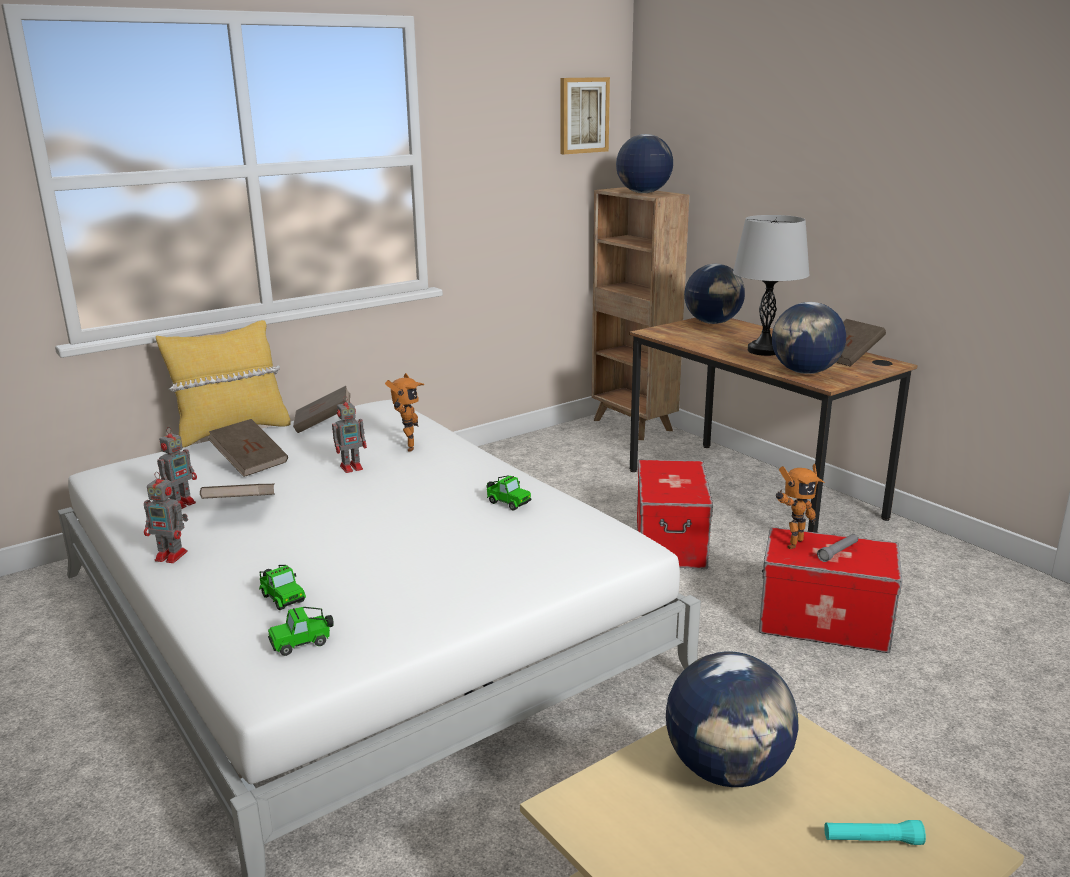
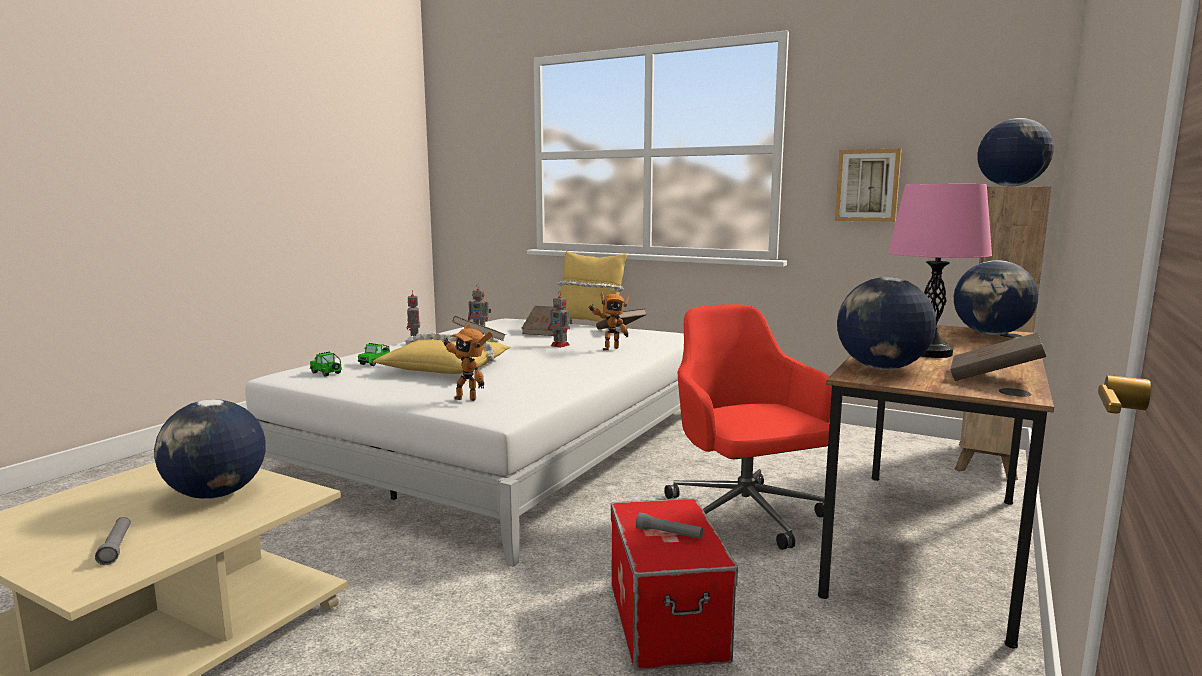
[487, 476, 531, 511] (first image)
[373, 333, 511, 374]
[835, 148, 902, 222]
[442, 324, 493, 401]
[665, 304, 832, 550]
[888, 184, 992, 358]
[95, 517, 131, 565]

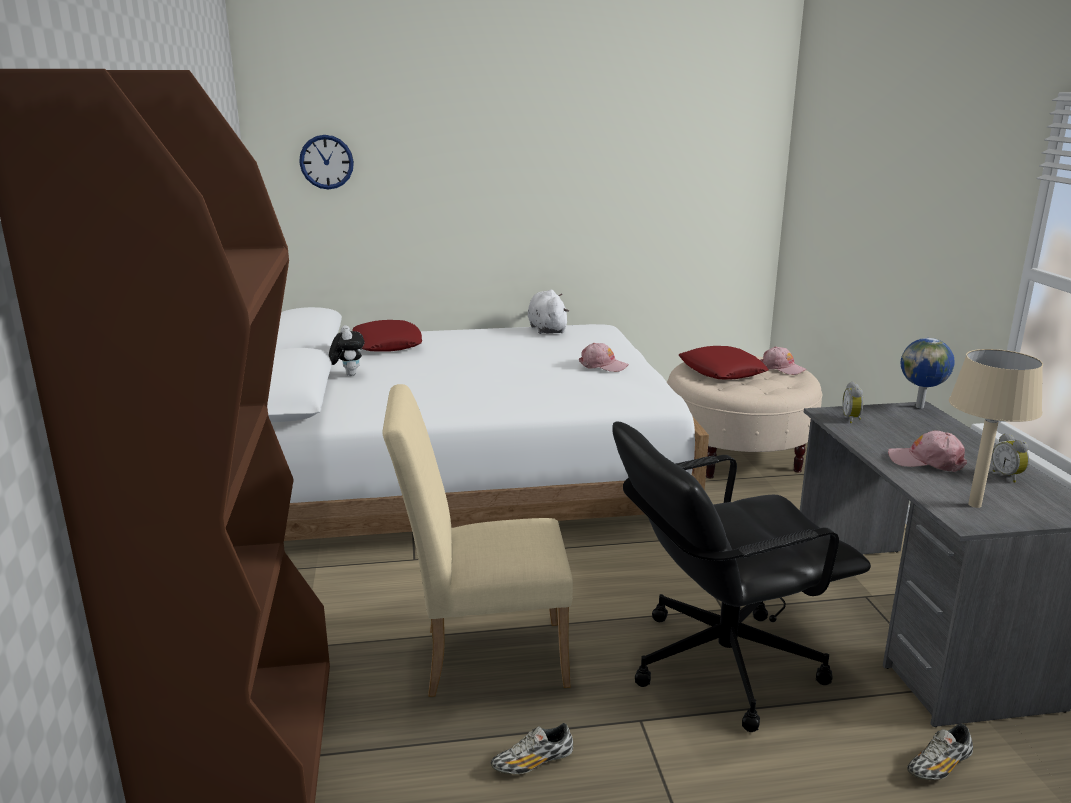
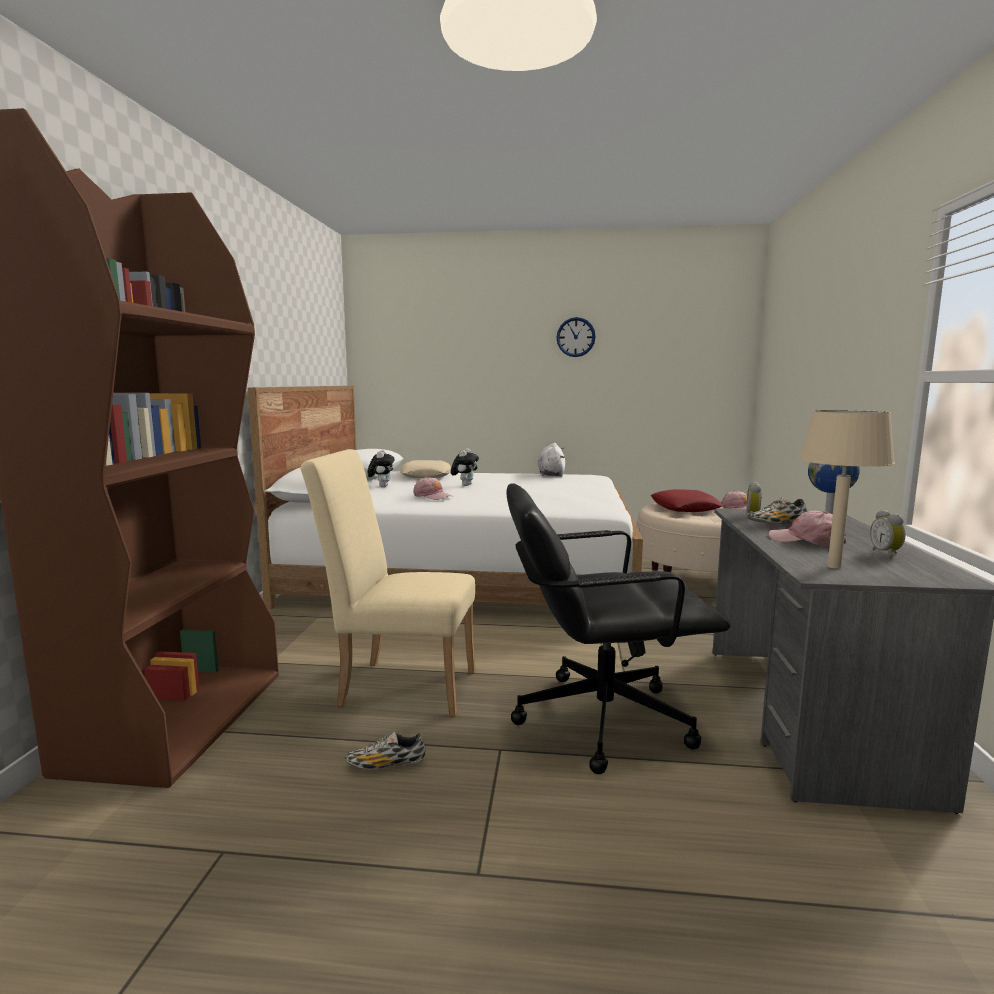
[451, 449, 479, 486]
[556, 317, 595, 357]
[413, 477, 453, 500]
[748, 497, 807, 525]
[401, 460, 451, 478]

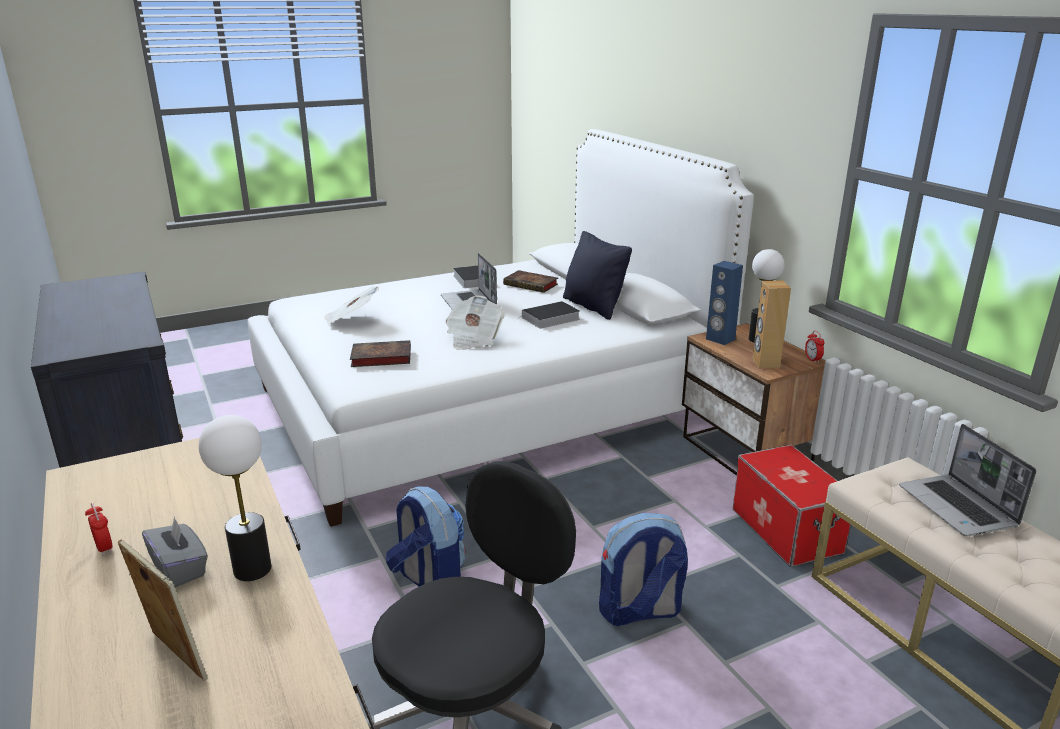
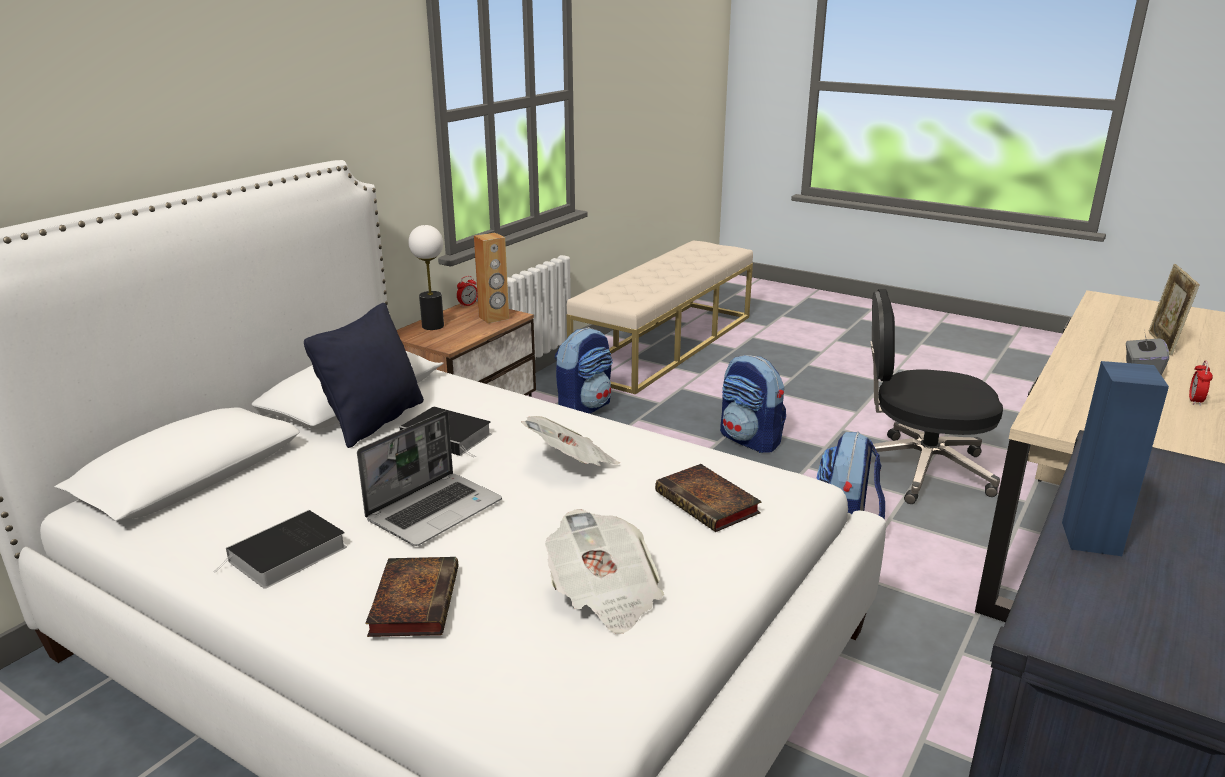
[199, 415, 272, 581] (first image)
[899, 424, 1036, 536] (first image)
[365, 557, 459, 637]
[1062, 361, 1169, 556]
[555, 327, 613, 414]

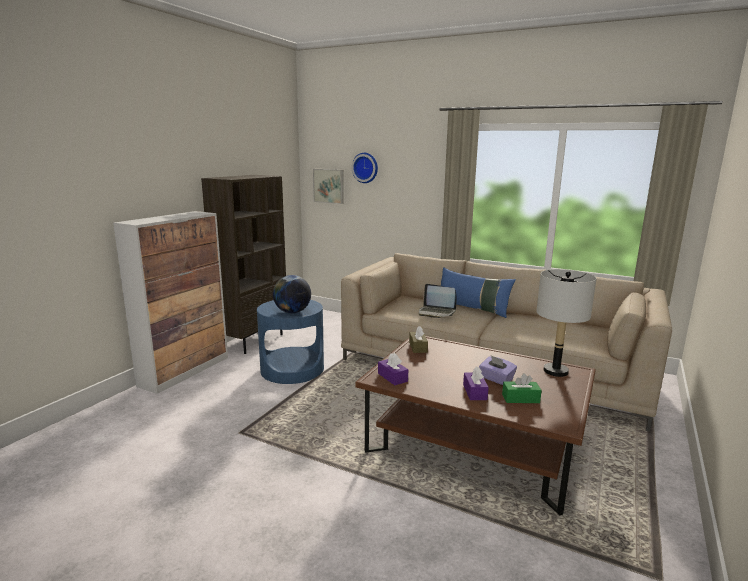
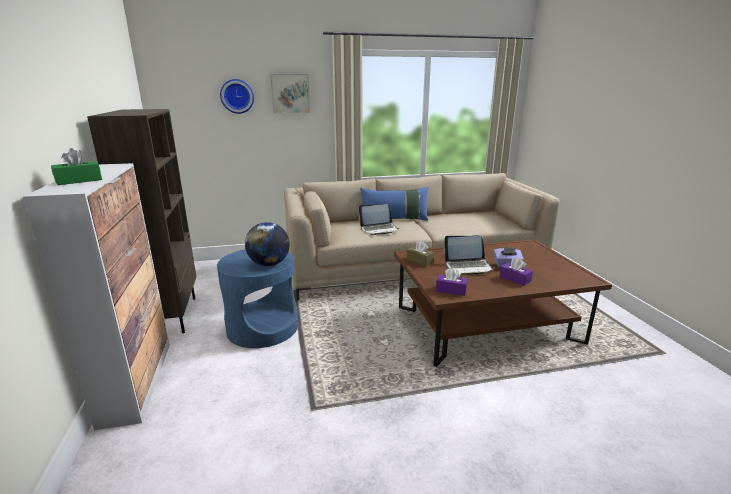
[536, 269, 597, 377] (first image)
[444, 236, 494, 275]
[270, 74, 310, 114]
[51, 148, 102, 185]

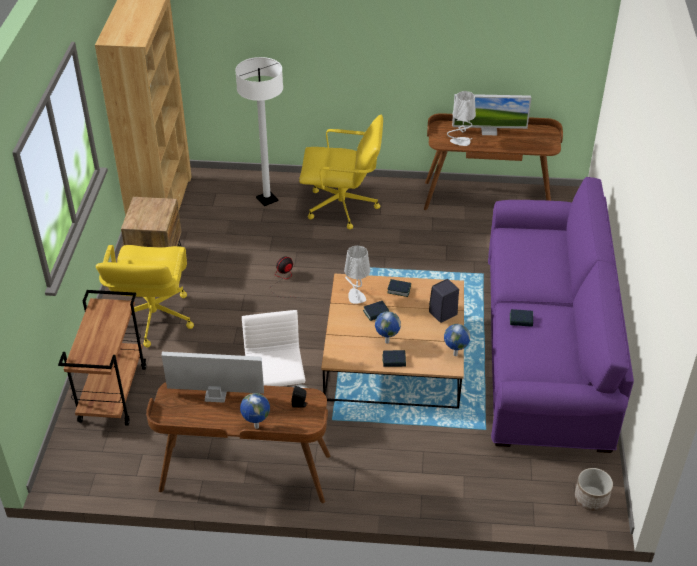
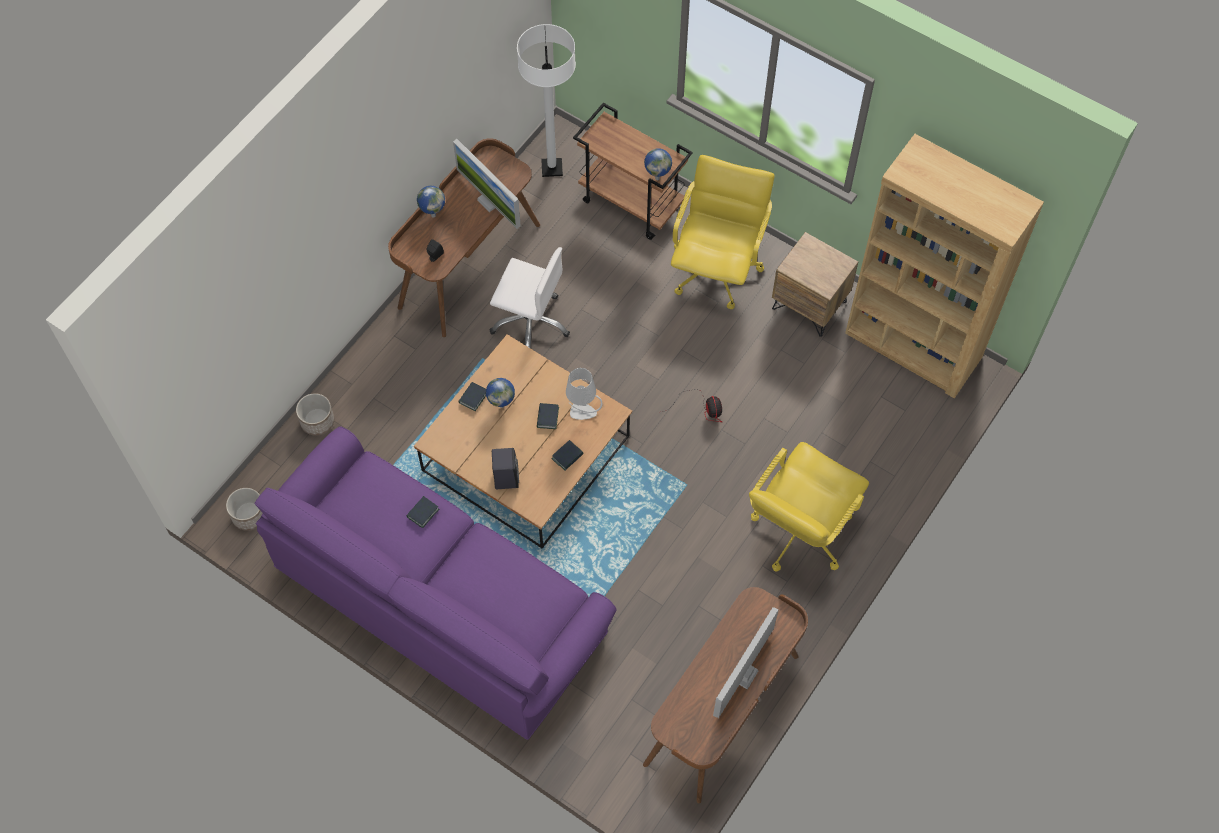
[447, 91, 476, 146] (first image)
[296, 393, 334, 435]
[517, 24, 576, 177]
[644, 148, 672, 180]
[671, 155, 774, 309]
[453, 139, 521, 229]

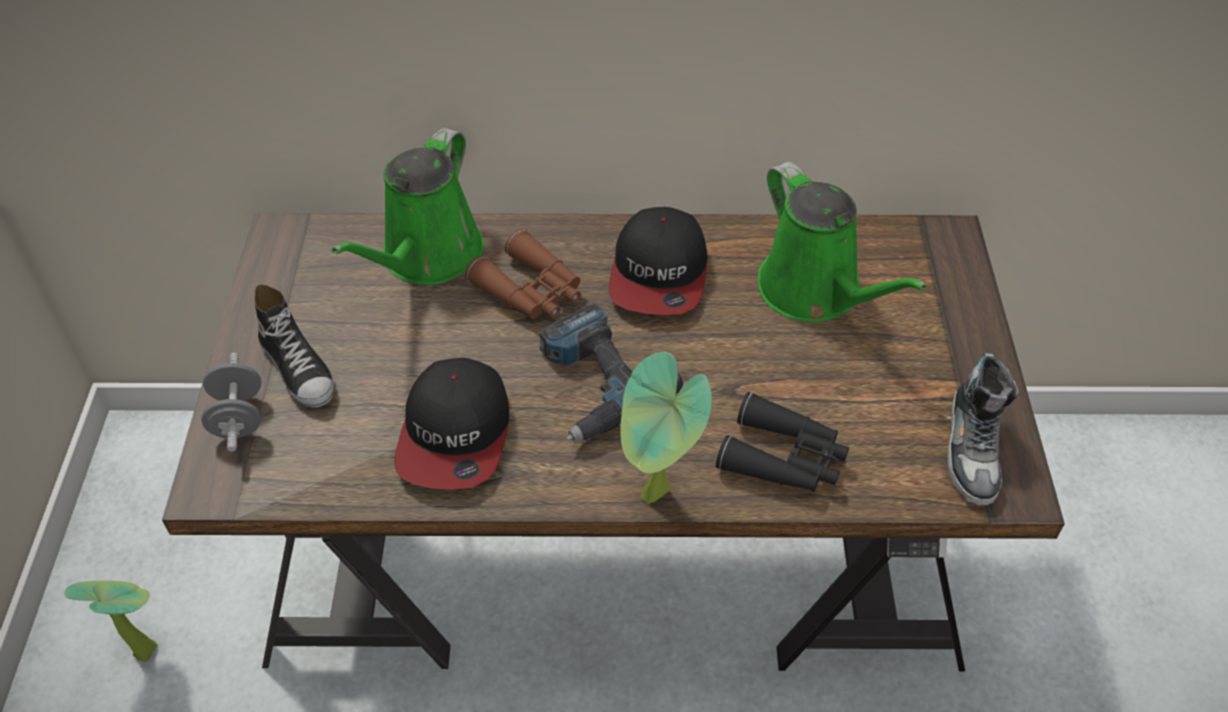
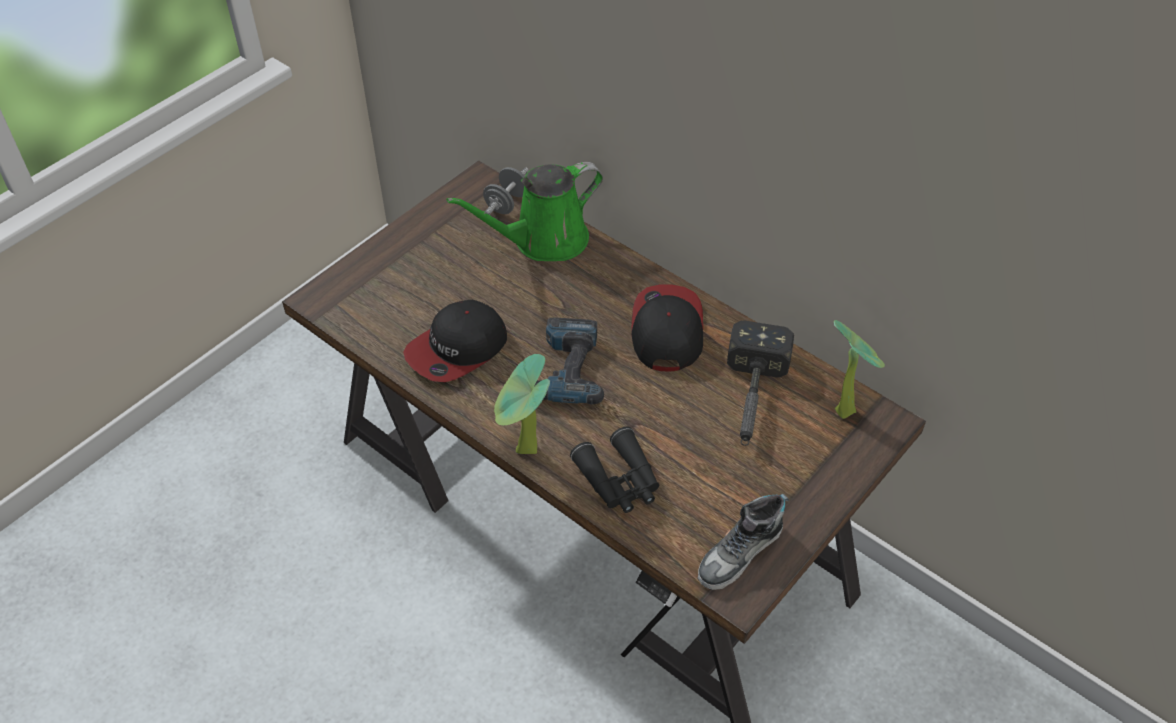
[255, 284, 334, 408] (first image)
[465, 229, 581, 319] (first image)
[834, 320, 885, 419]
[483, 167, 529, 215]
[727, 320, 794, 446]
[631, 285, 703, 371]

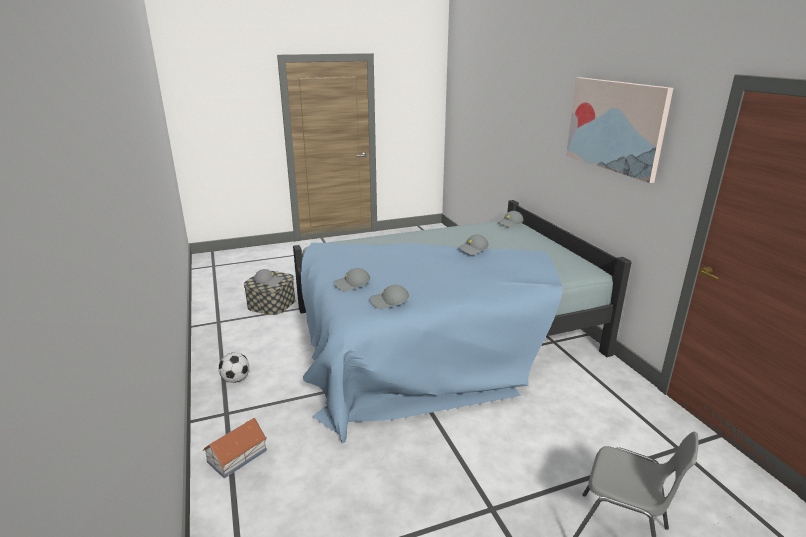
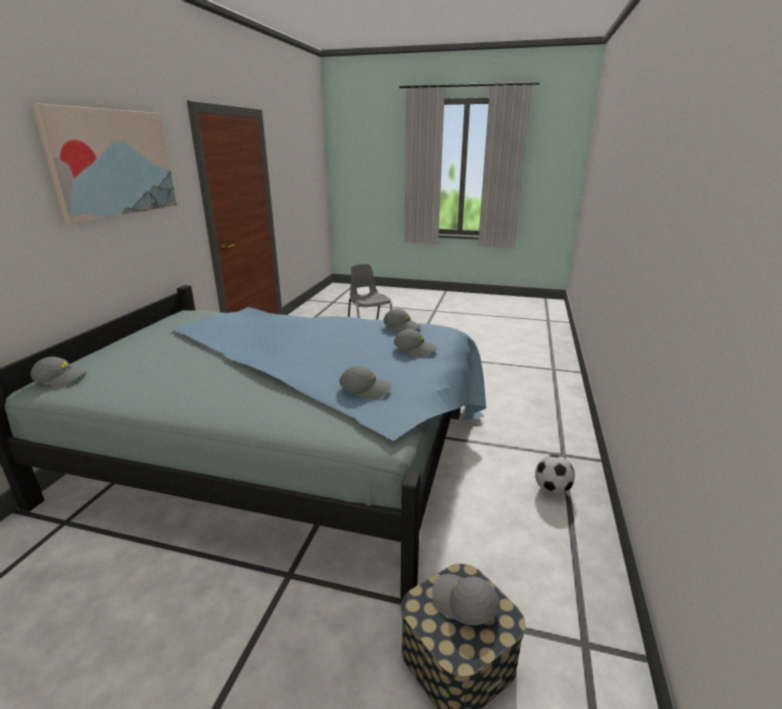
[203, 418, 267, 478] (first image)
[339, 366, 392, 400]

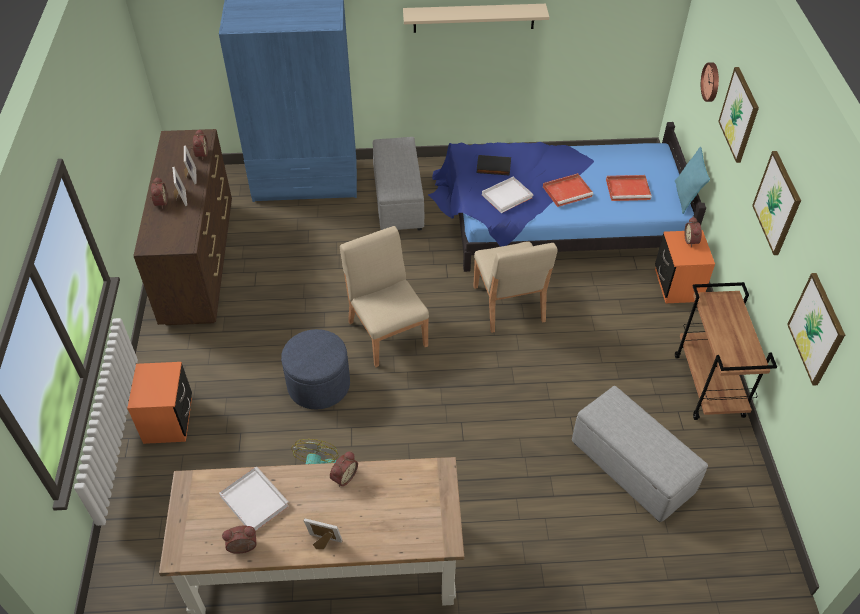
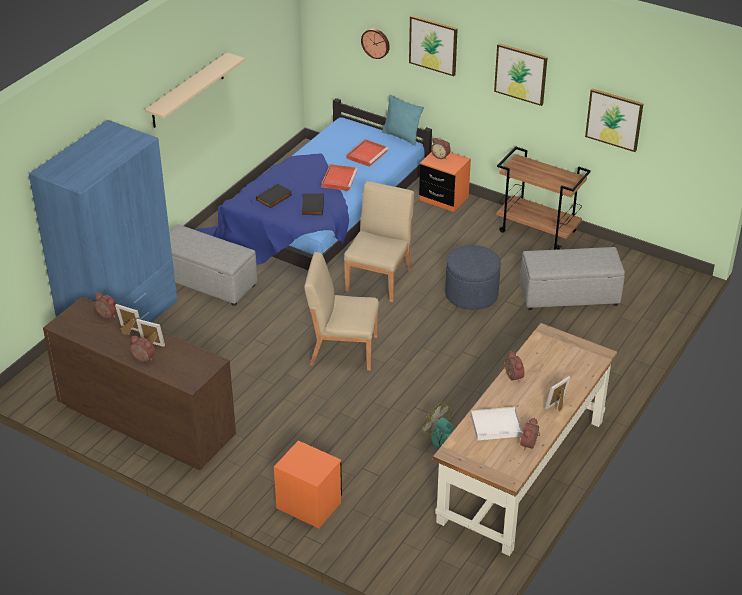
[445, 245, 501, 310]
[302, 193, 324, 215]
[344, 181, 414, 302]

